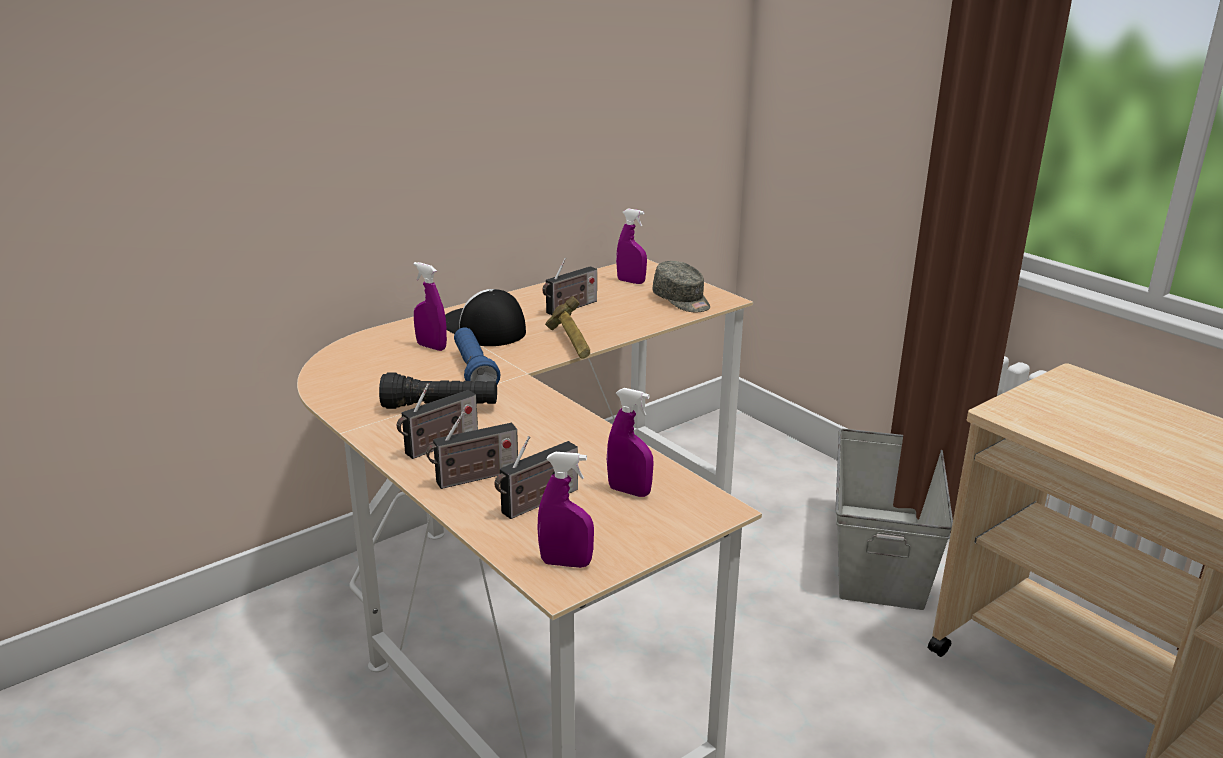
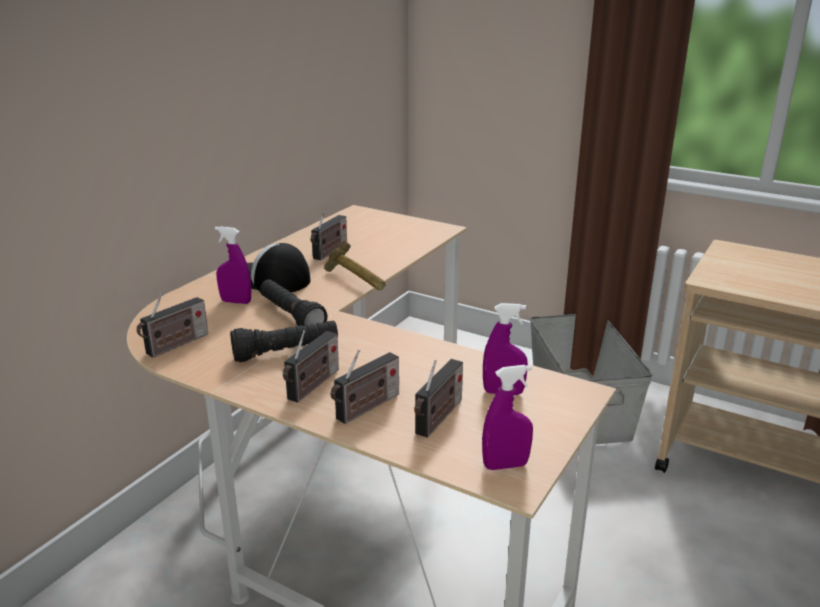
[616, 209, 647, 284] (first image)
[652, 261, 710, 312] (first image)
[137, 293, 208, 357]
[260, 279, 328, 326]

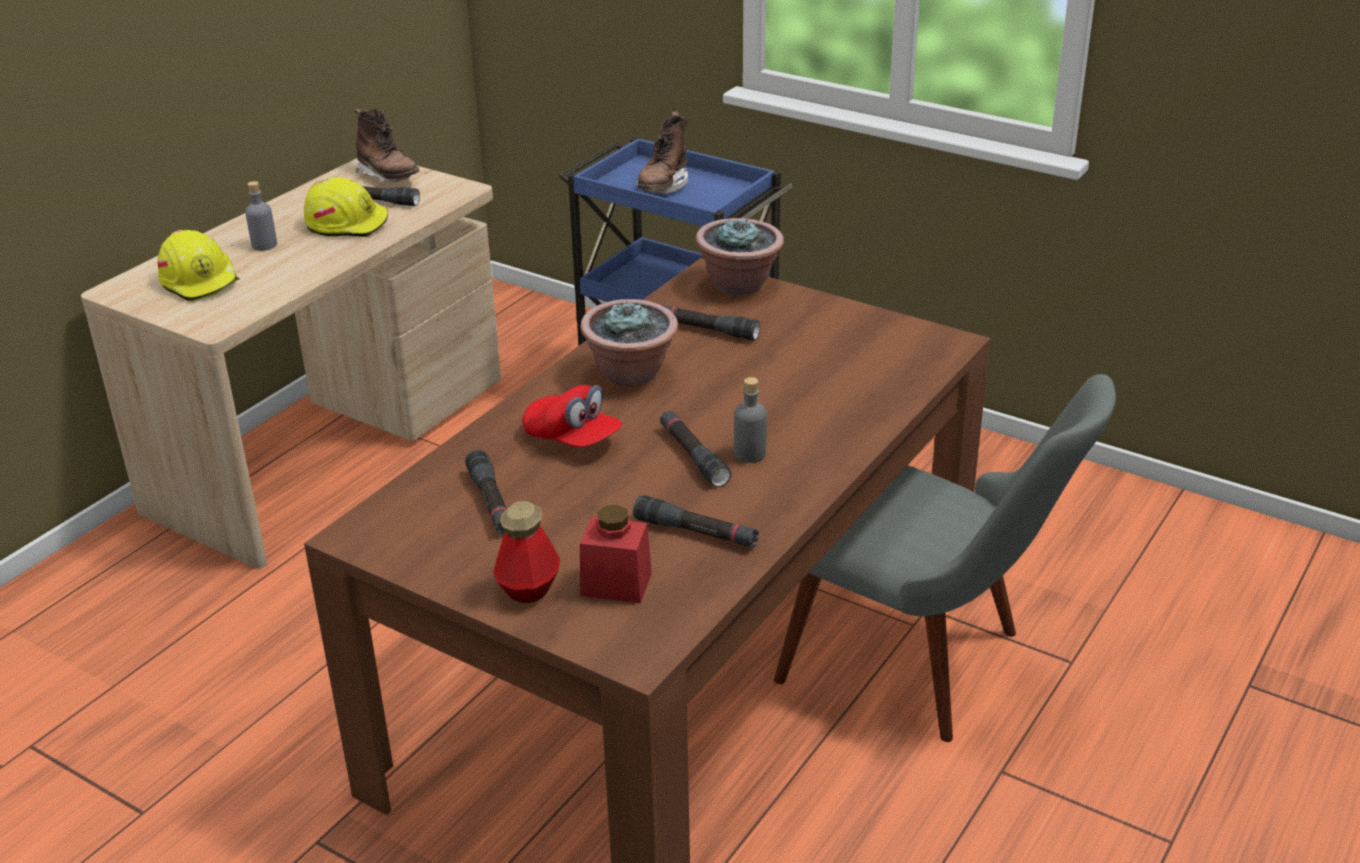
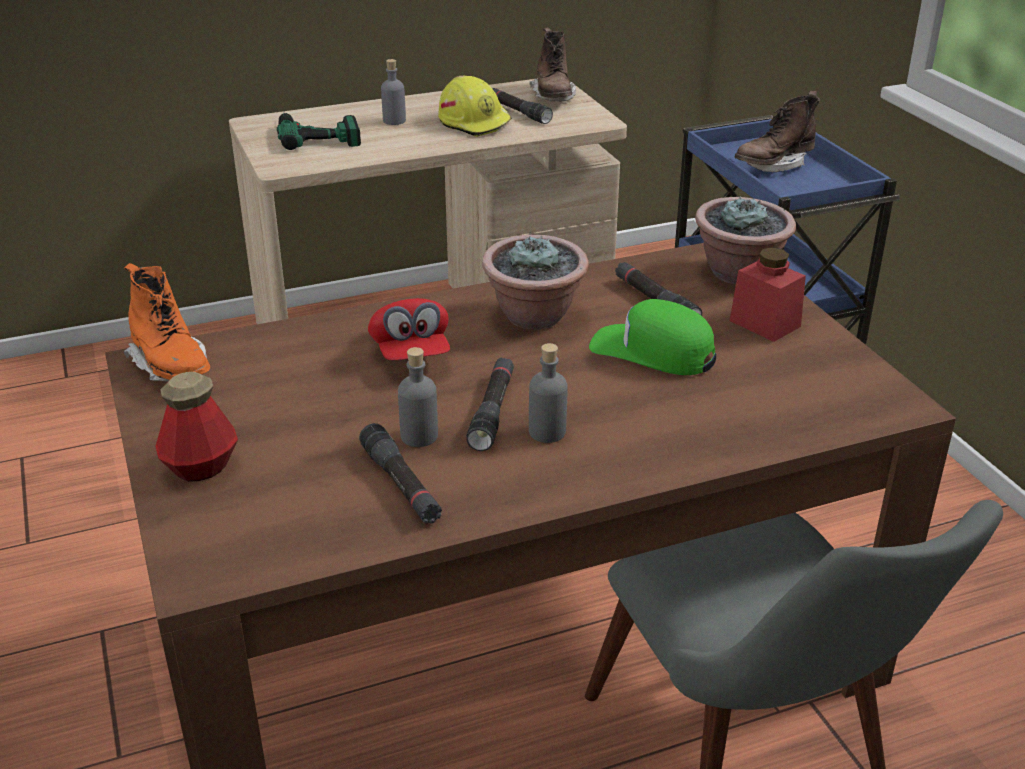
[465, 449, 507, 535] (first image)
[124, 263, 210, 382]
[398, 347, 438, 447]
[589, 299, 716, 375]
[730, 247, 806, 342]
[277, 111, 361, 150]

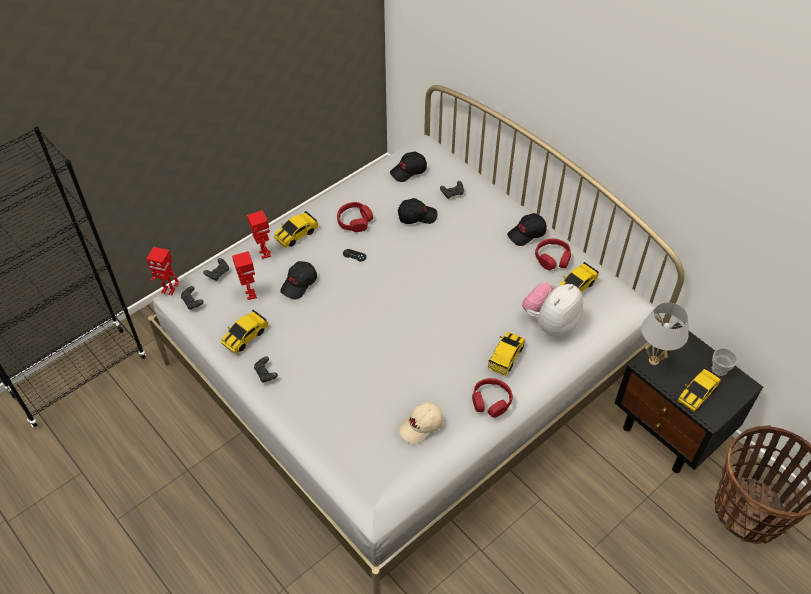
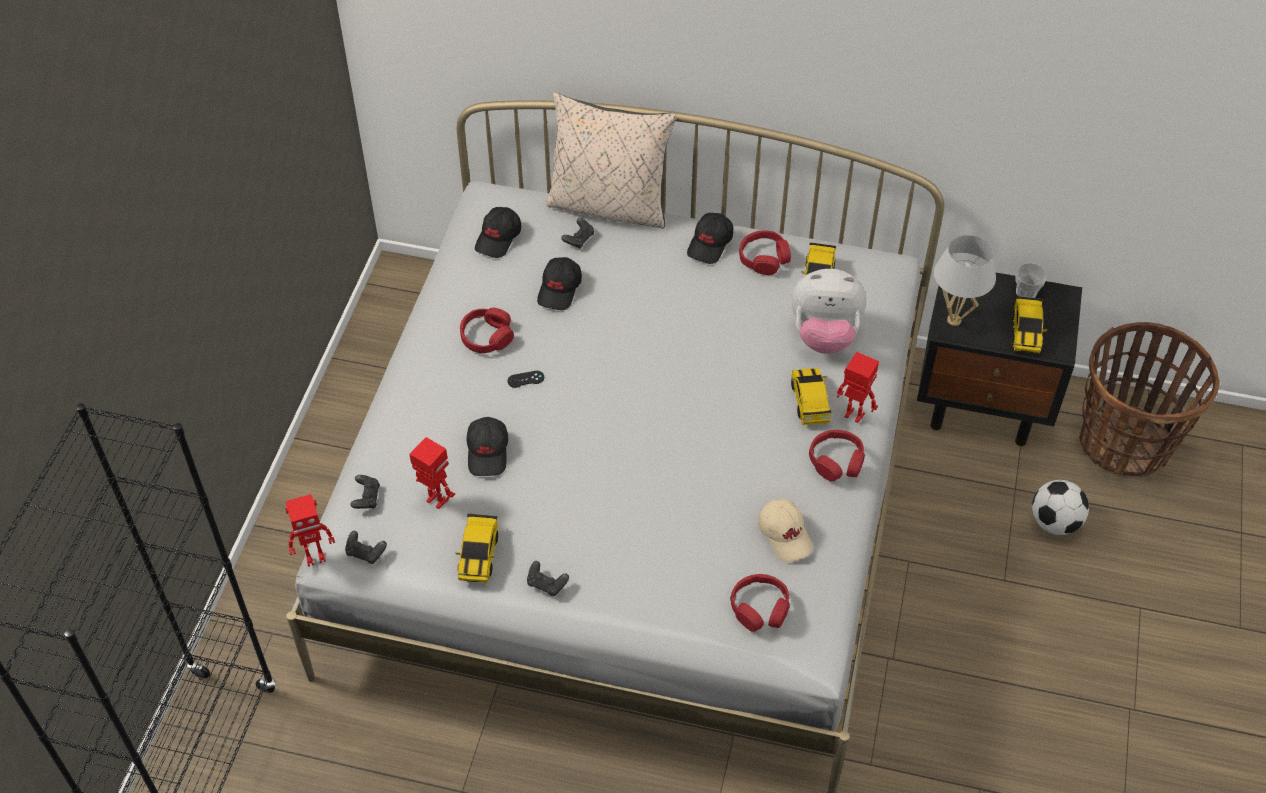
[274, 211, 318, 248] (first image)
[546, 93, 677, 228]
[730, 574, 790, 632]
[1032, 480, 1089, 535]
[837, 352, 879, 423]
[537, 257, 582, 310]
[758, 500, 813, 562]
[792, 269, 866, 354]

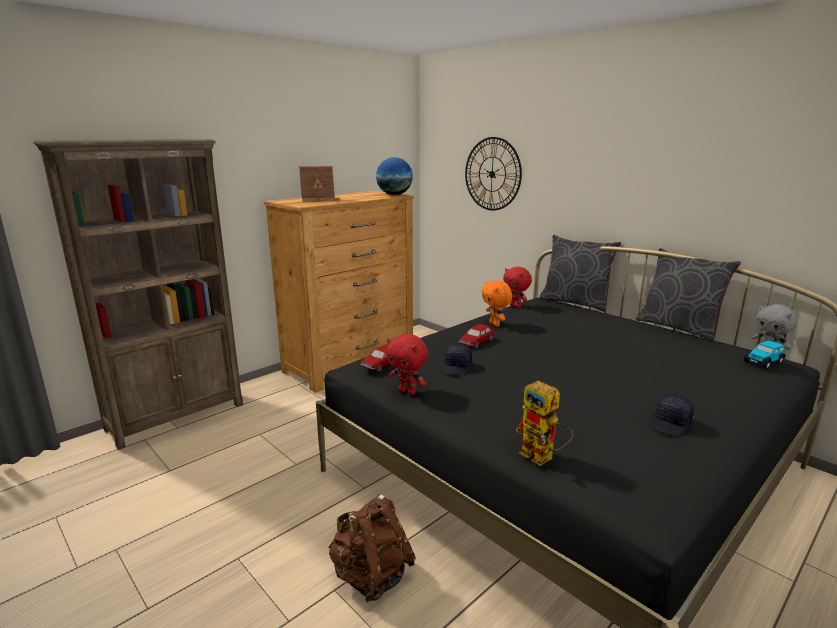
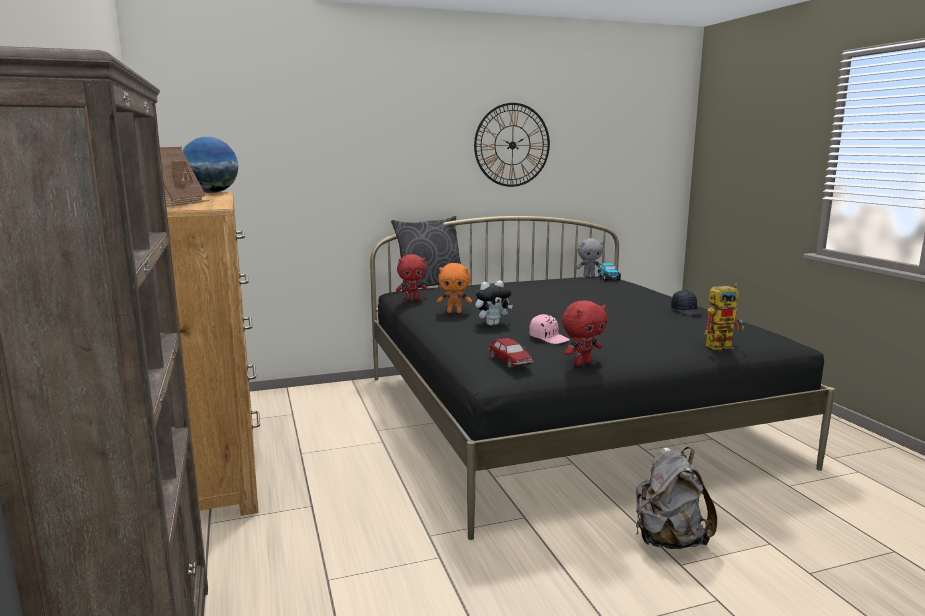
[636, 248, 741, 342] (first image)
[474, 103, 550, 187]
[475, 280, 513, 326]
[635, 447, 717, 549]
[529, 314, 570, 344]

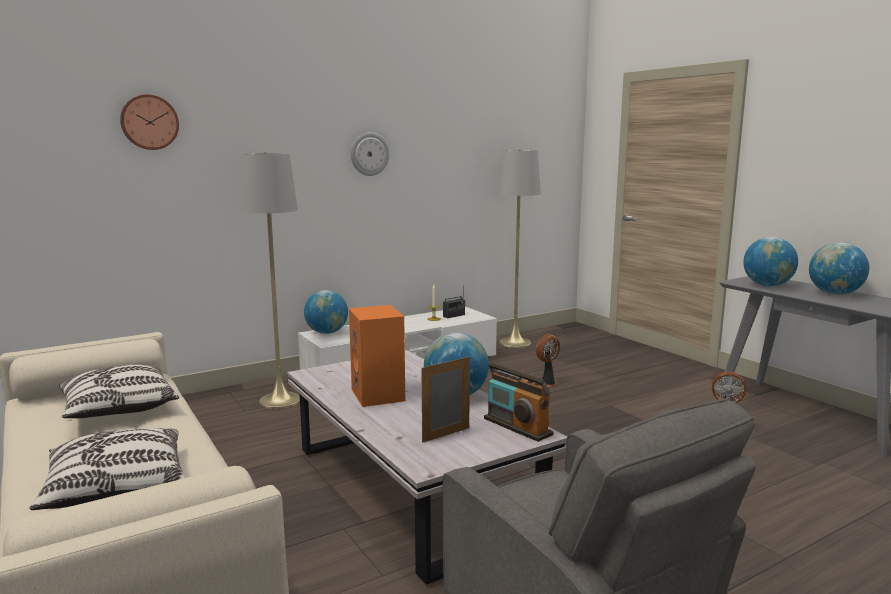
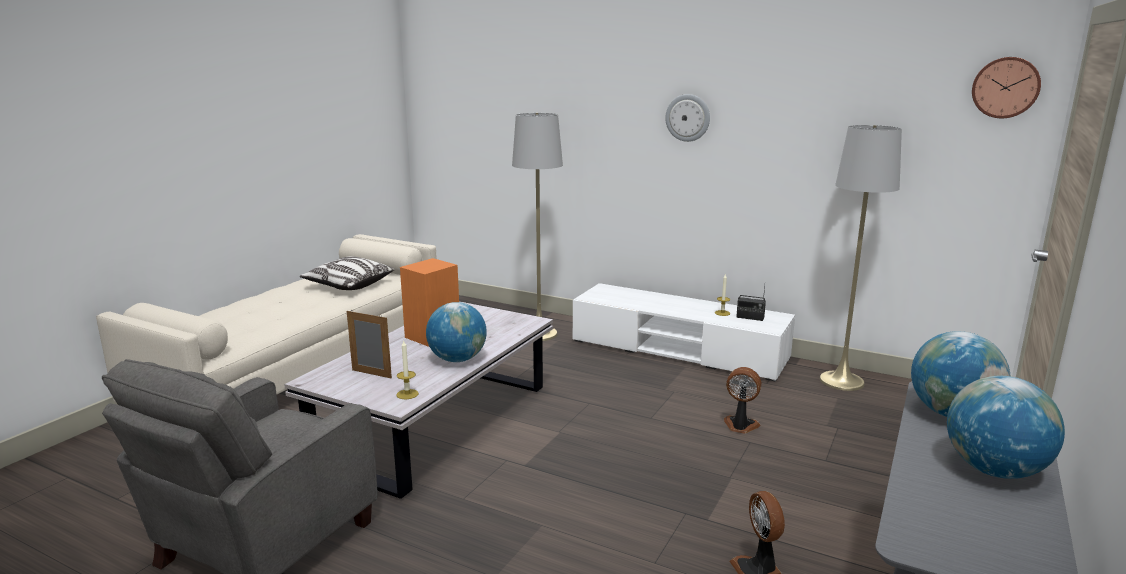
[29, 428, 185, 510] (first image)
[304, 290, 348, 334] (first image)
[972, 57, 1041, 118]
[396, 341, 419, 399]

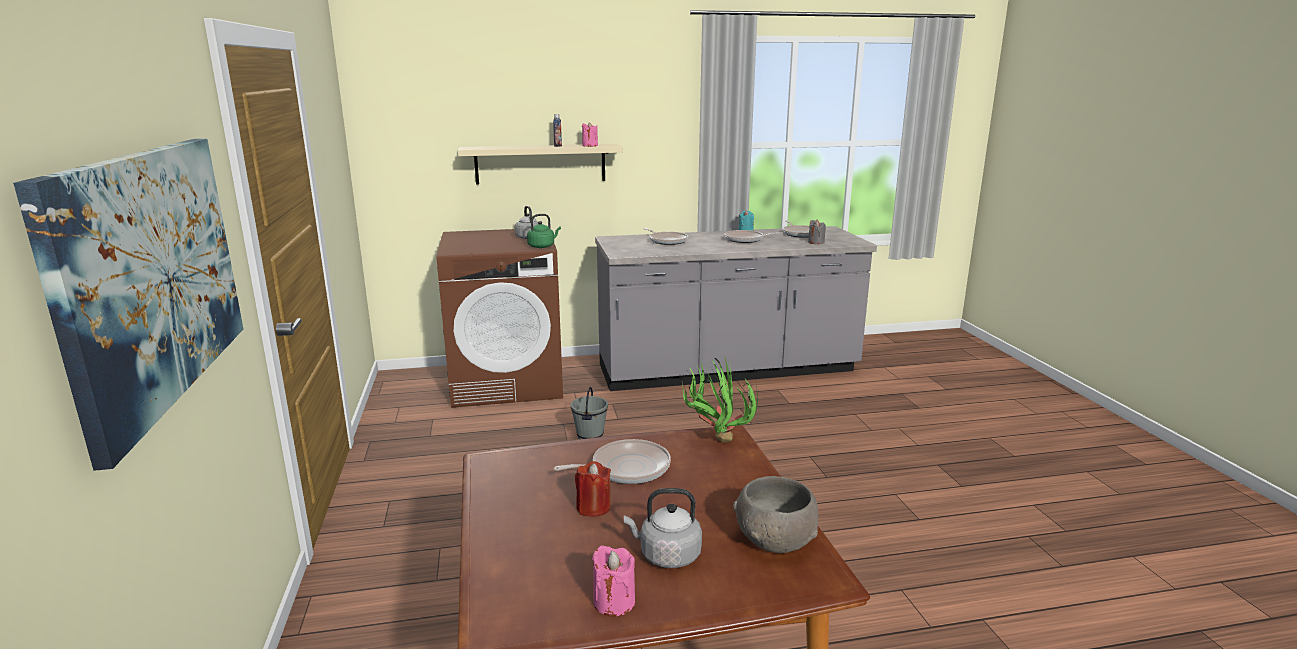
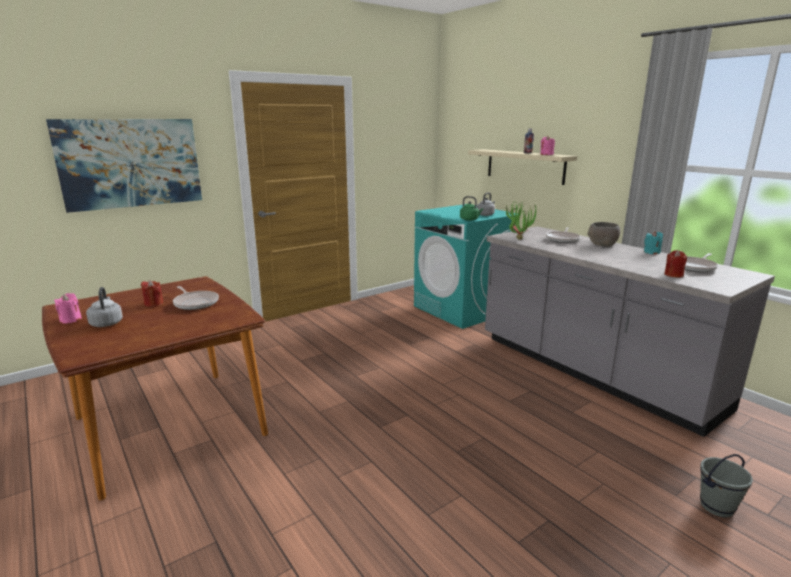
[724, 230, 783, 243] (first image)
[700, 454, 753, 517]
[503, 200, 538, 240]
[587, 222, 620, 247]
[414, 204, 521, 329]
[664, 250, 687, 277]

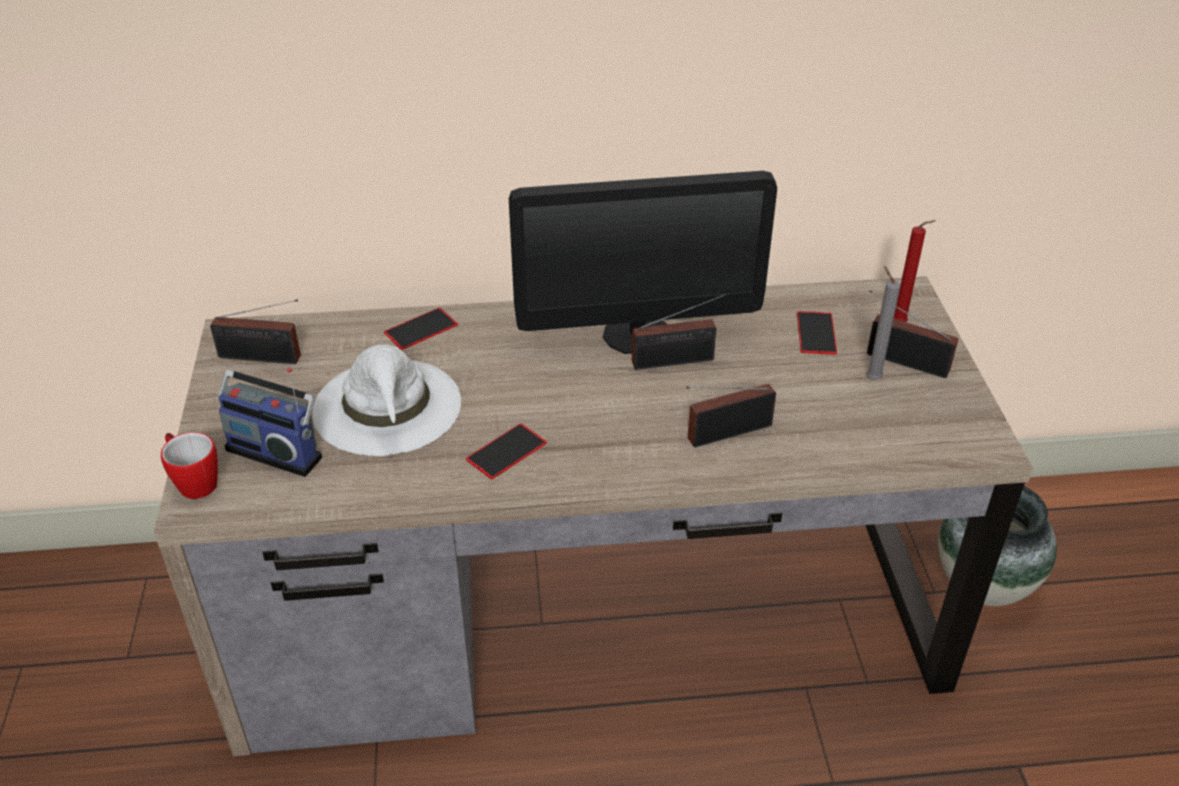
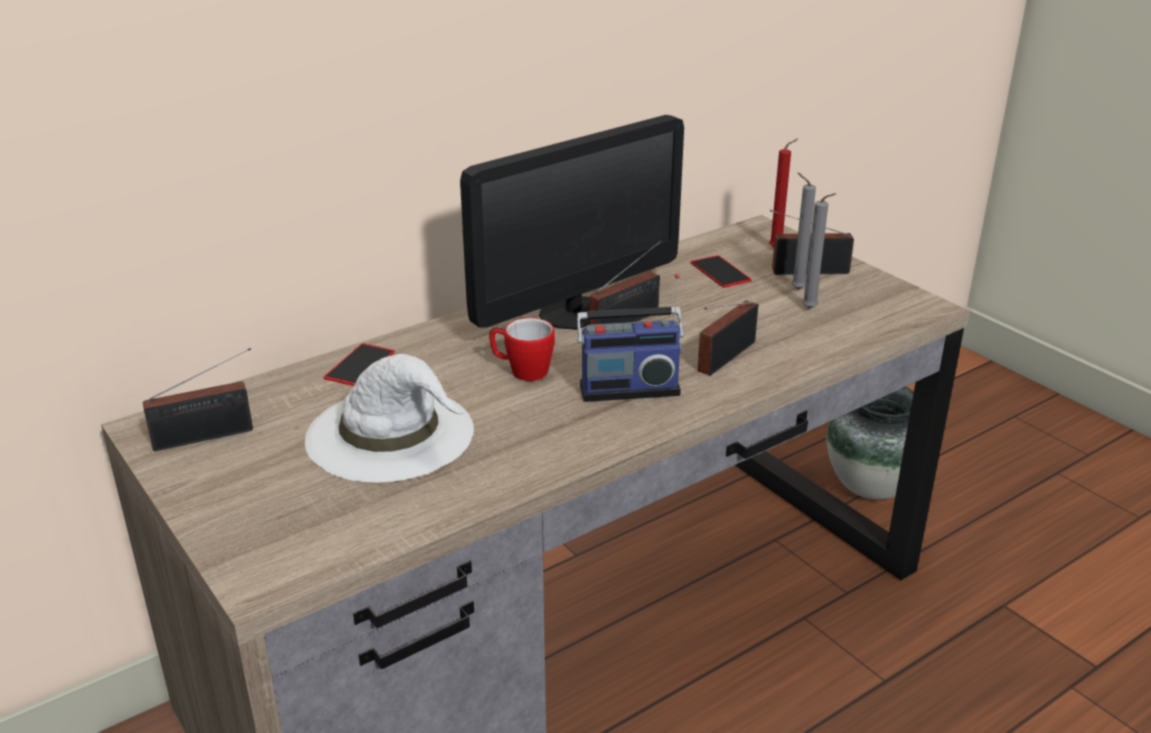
[466, 423, 547, 479] (first image)
[802, 193, 836, 309]
[489, 318, 555, 381]
[577, 273, 684, 402]

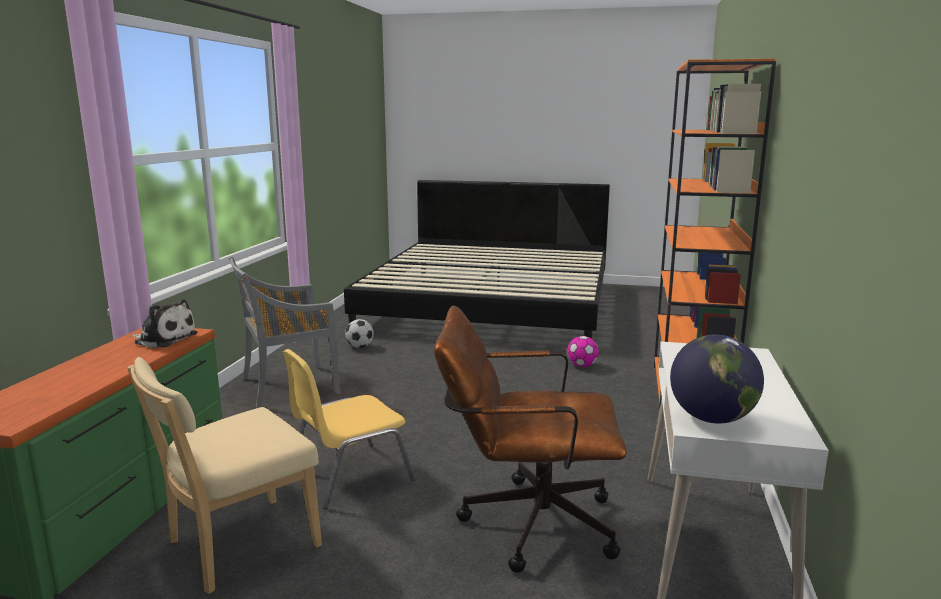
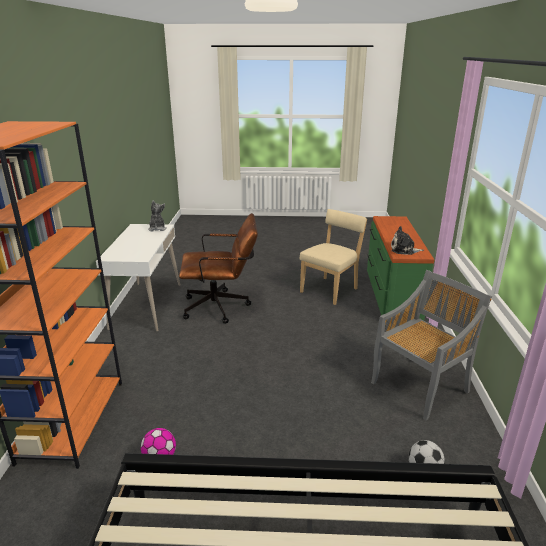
[283, 349, 416, 509] (first image)
[148, 200, 167, 232]

